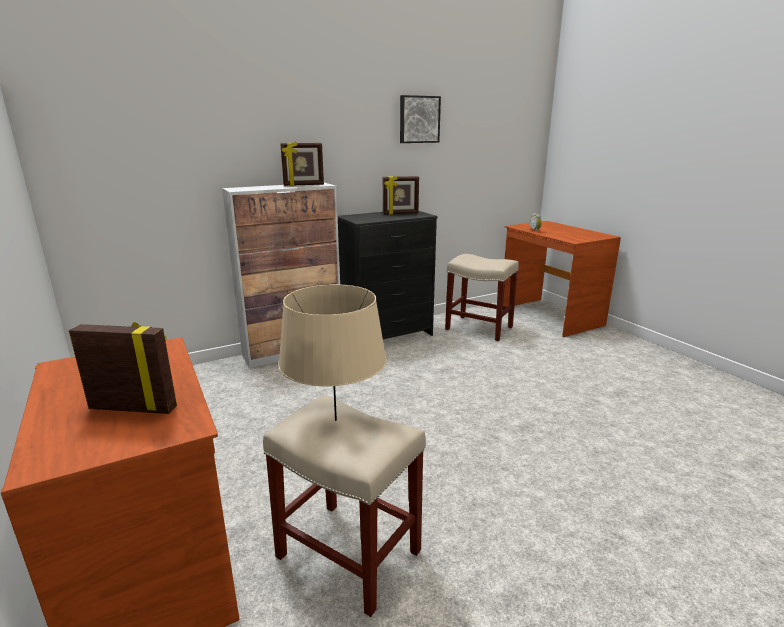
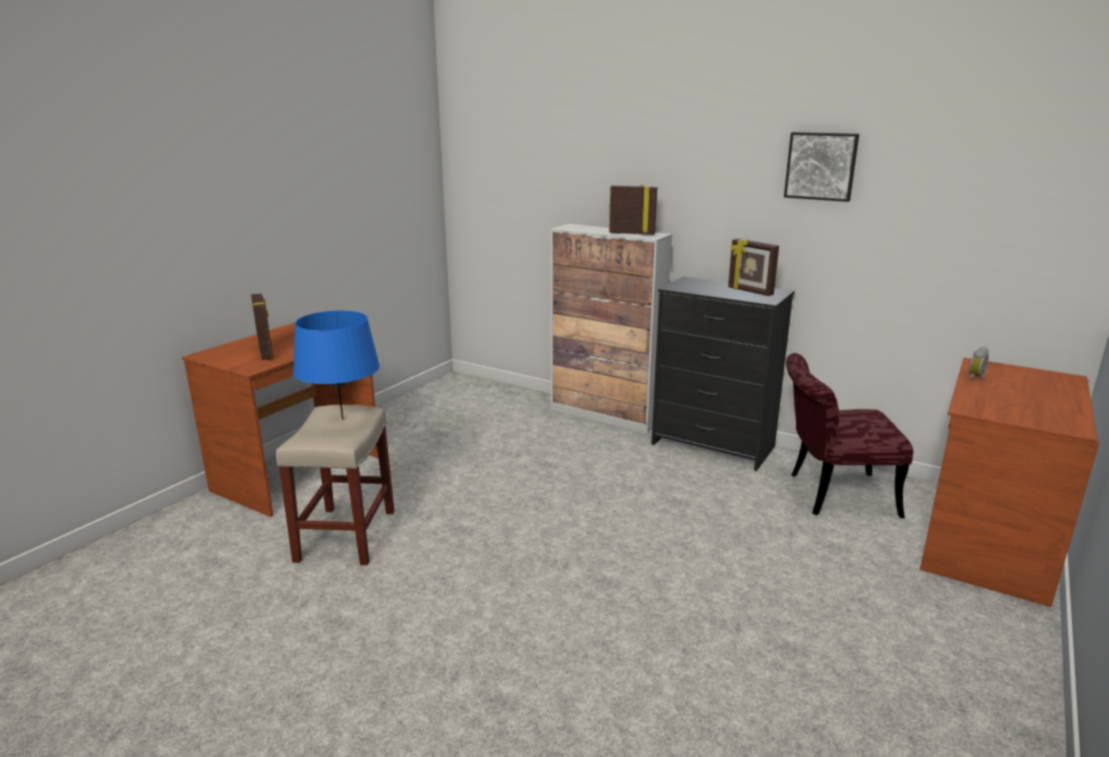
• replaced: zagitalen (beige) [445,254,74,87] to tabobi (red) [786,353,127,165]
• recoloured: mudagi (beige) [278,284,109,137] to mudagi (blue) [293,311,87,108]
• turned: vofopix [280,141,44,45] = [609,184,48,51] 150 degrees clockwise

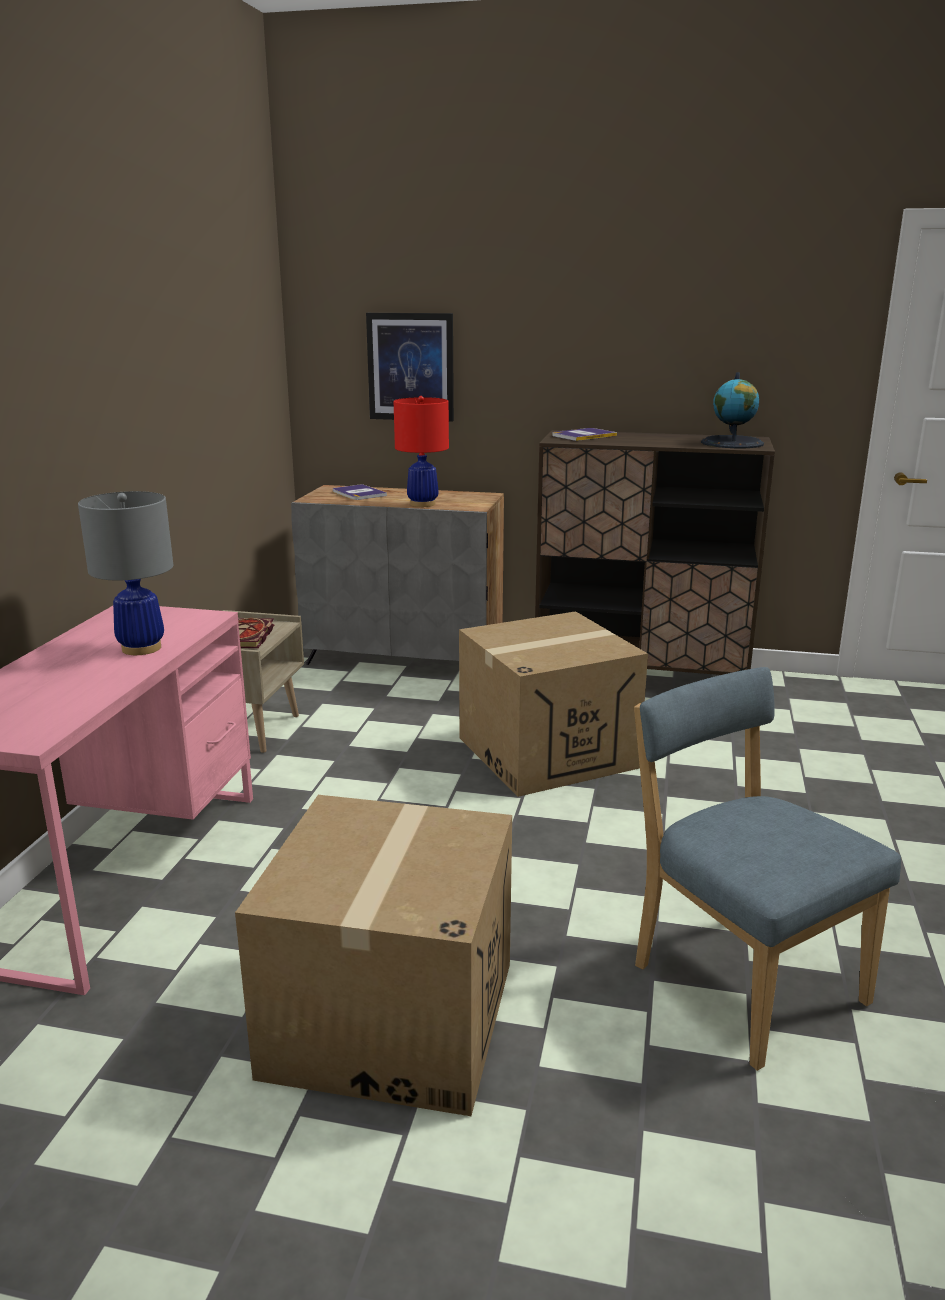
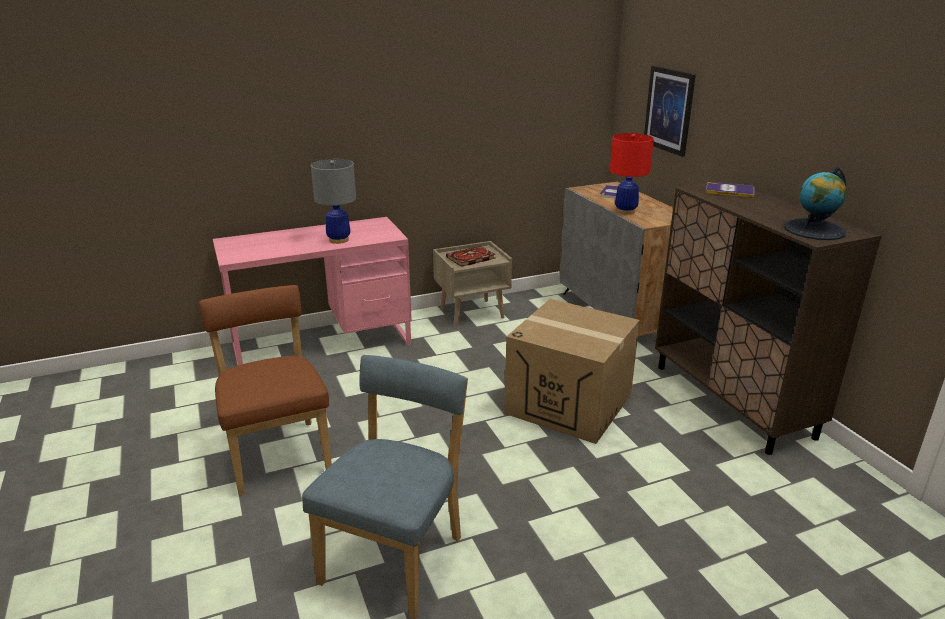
• replaced: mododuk [235,795,277,321] to tabobi (brown) [199,285,133,211]

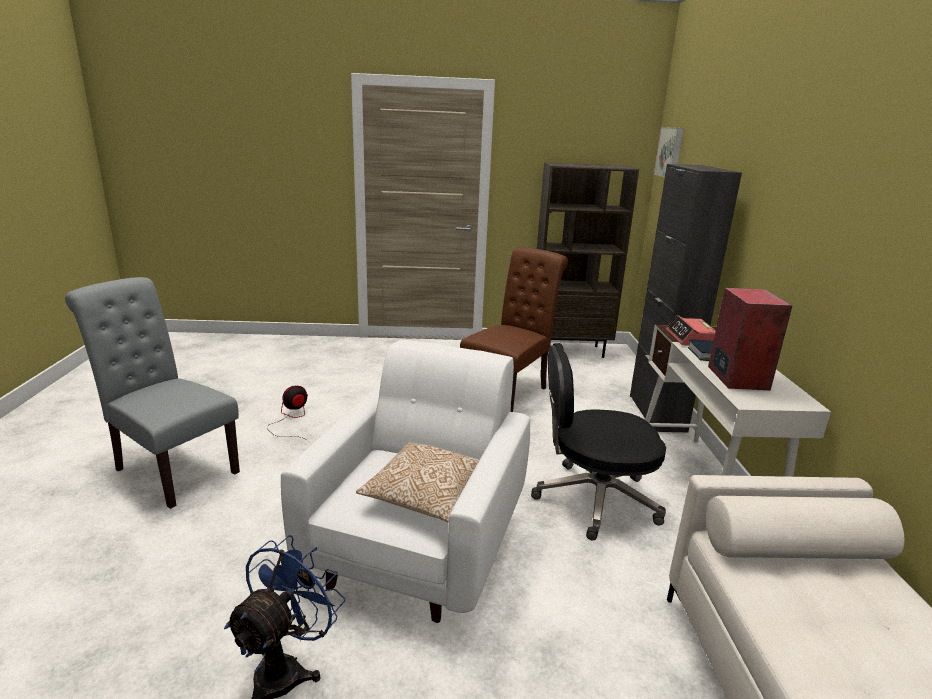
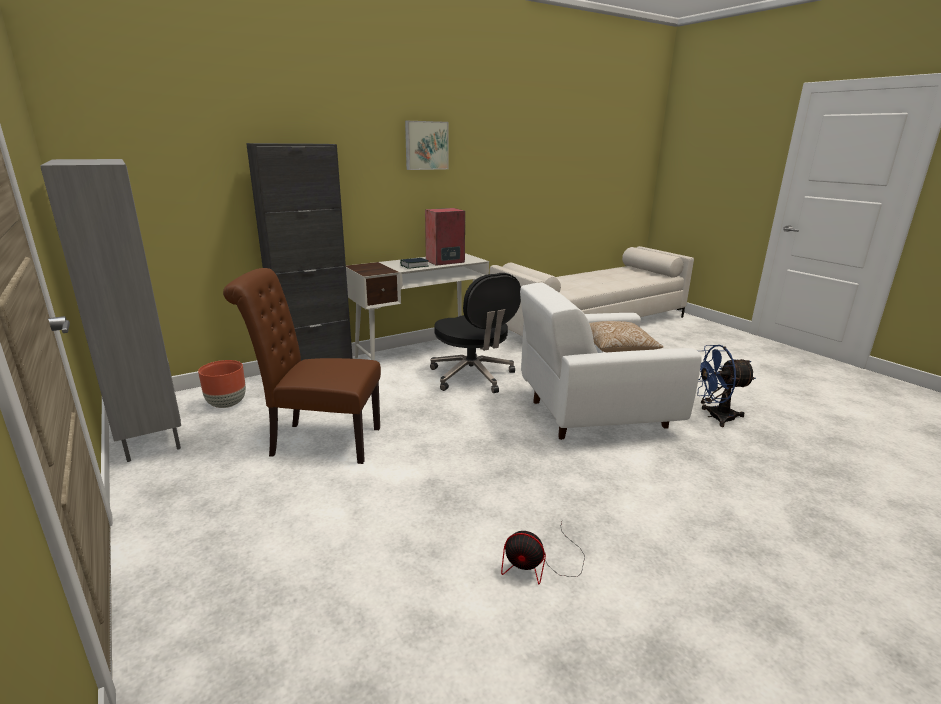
• removed: tabobi (grey) [65,277,175,232]
• removed: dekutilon [666,315,50,30]
• added: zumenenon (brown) [198,360,48,48]
• moved: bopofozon [654,127,30,50] to [405,121,44,49]
• recoloured: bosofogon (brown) [537,162,102,196] to bosofogon (grey) [40,159,141,303]

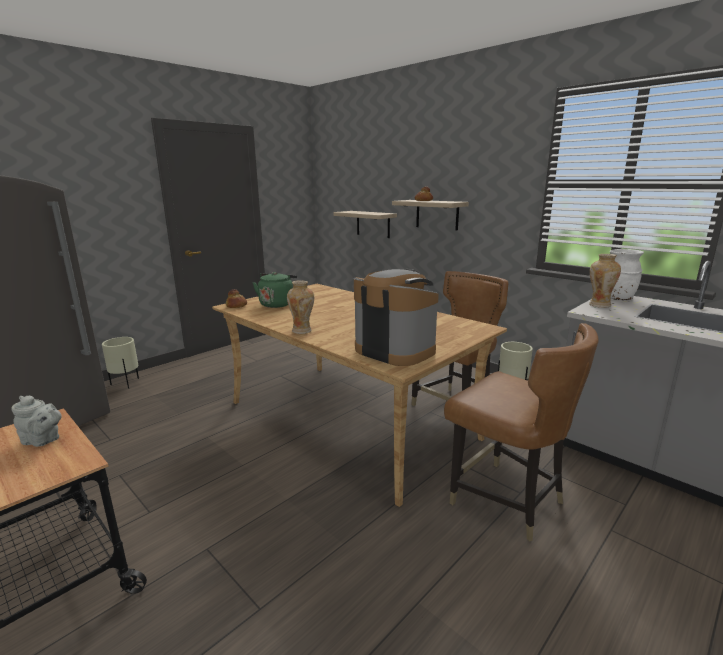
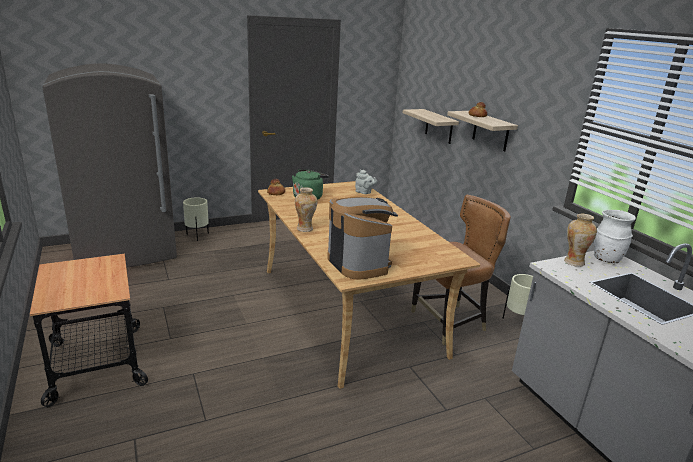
• removed: tabobi (brown) [444,323,155,219]
• moved: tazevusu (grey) [12,396,50,51] to [355,169,22,25]

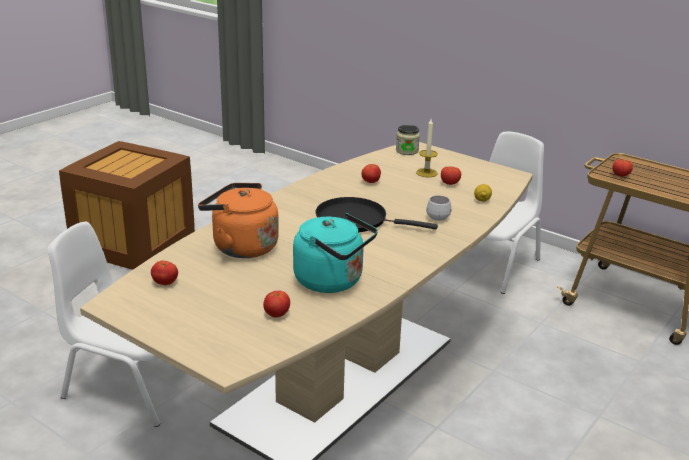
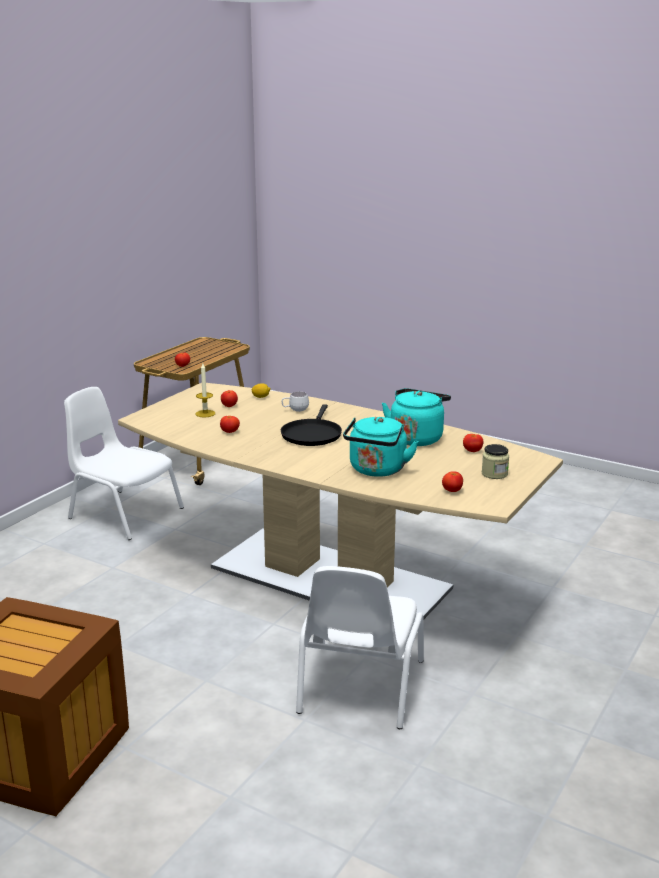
• moved: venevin [396,125,24,30] to [482,444,27,35]
• recoloured: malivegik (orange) [198,183,81,75] to malivegik (turquoise) [343,417,76,60]

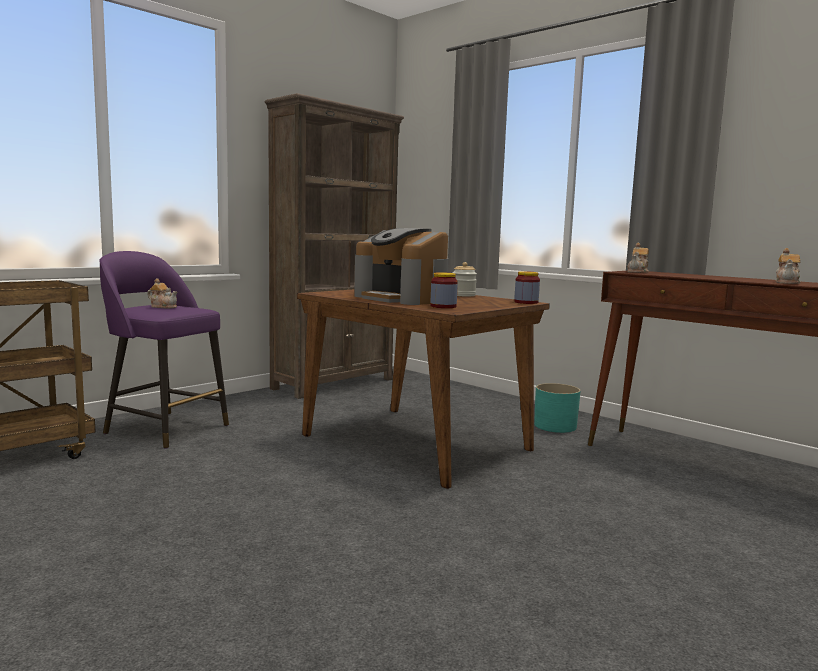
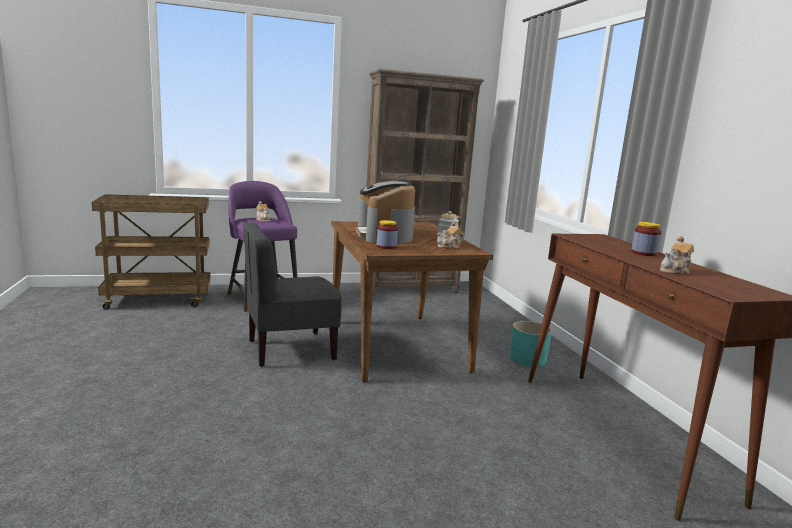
• added: tabobi (grey) [243,222,99,145]
• moved: venevin [514,271,26,33] to [631,222,30,34]
• moved: tazevusu [627,243,22,30] to [437,222,27,27]

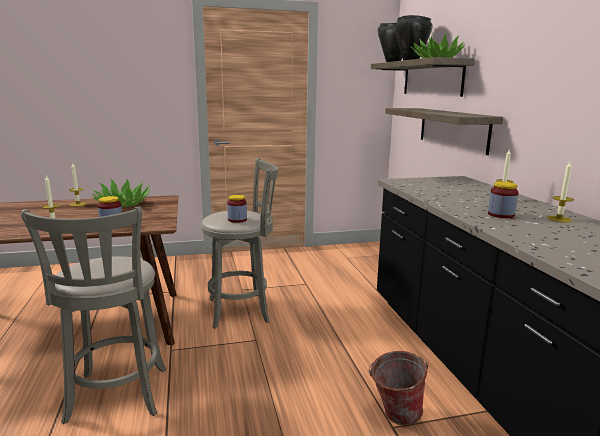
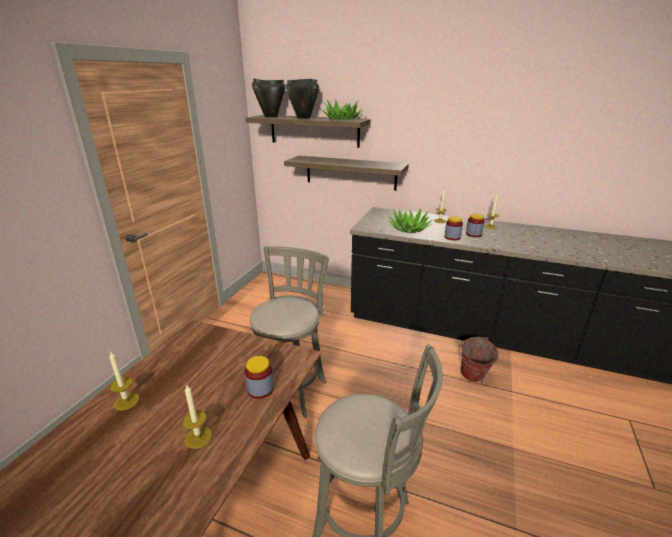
• moved: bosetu [91,179,59,28] to [387,208,46,25]
• moved: venevin [227,195,20,28] to [445,216,18,25]

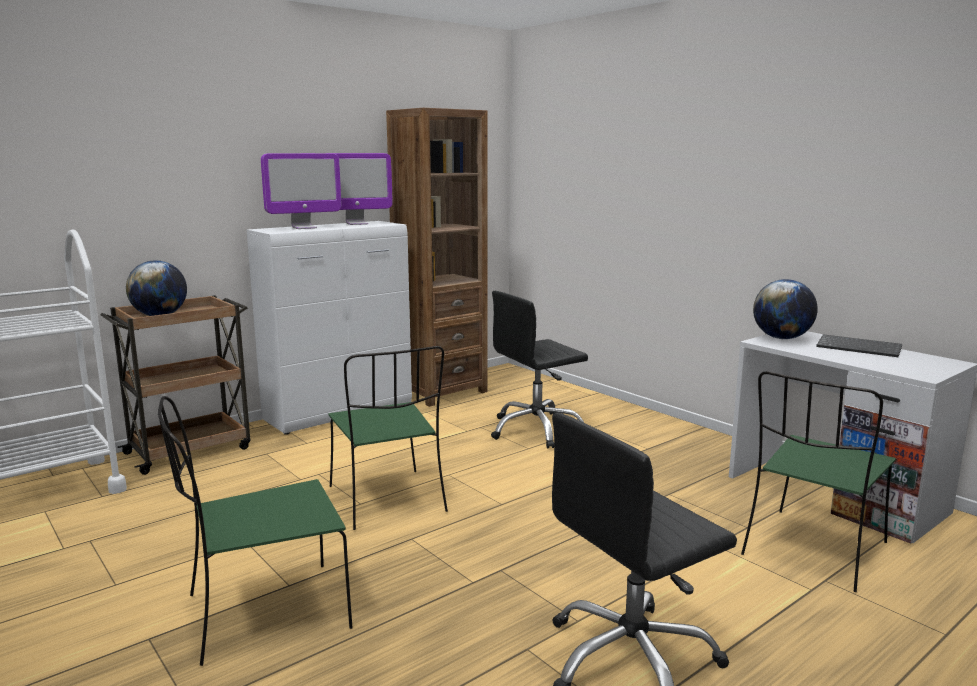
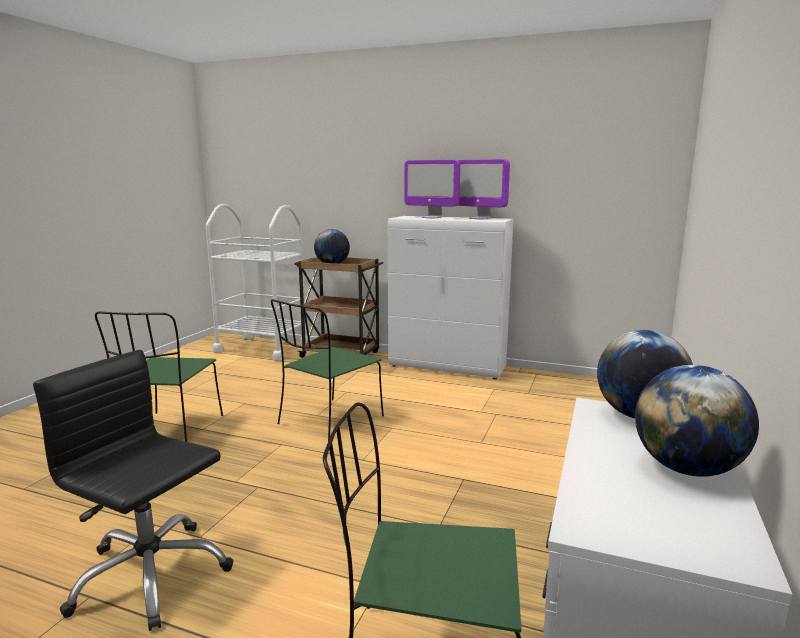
• removed: bosofogon (brown) [386,108,102,299]
• removed: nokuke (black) [491,291,97,157]
• replaced: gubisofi [816,334,86,23] to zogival [635,365,124,112]
• turned: tabobi (green) [158,396,195,270] = [95,312,128,130] 120 degrees counterclockwise

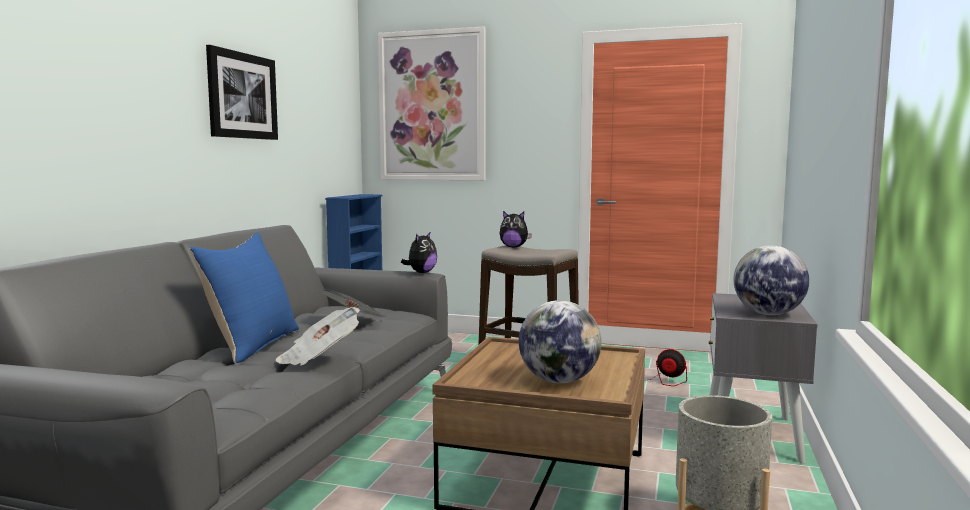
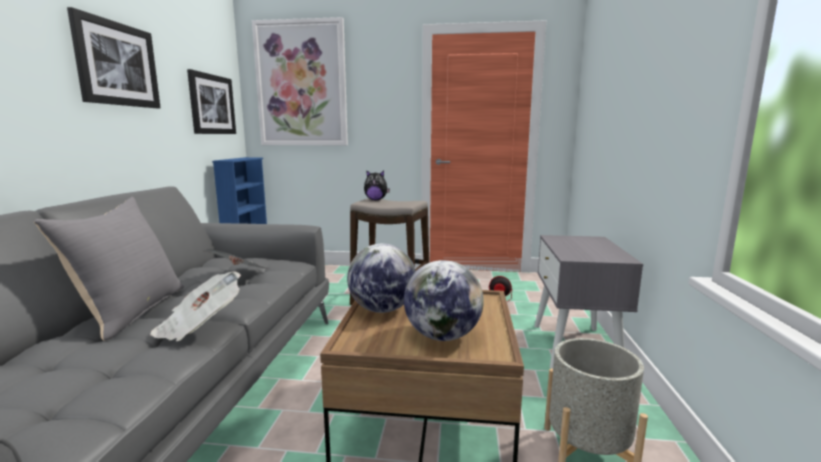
• removed: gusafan [401,231,36,42]
• added: bopofozon [187,69,49,65]
• moved: zogival [734,245,75,70] to [347,244,69,69]
• recoloured: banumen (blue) [190,232,109,131] to banumen (grey) [34,197,150,144]

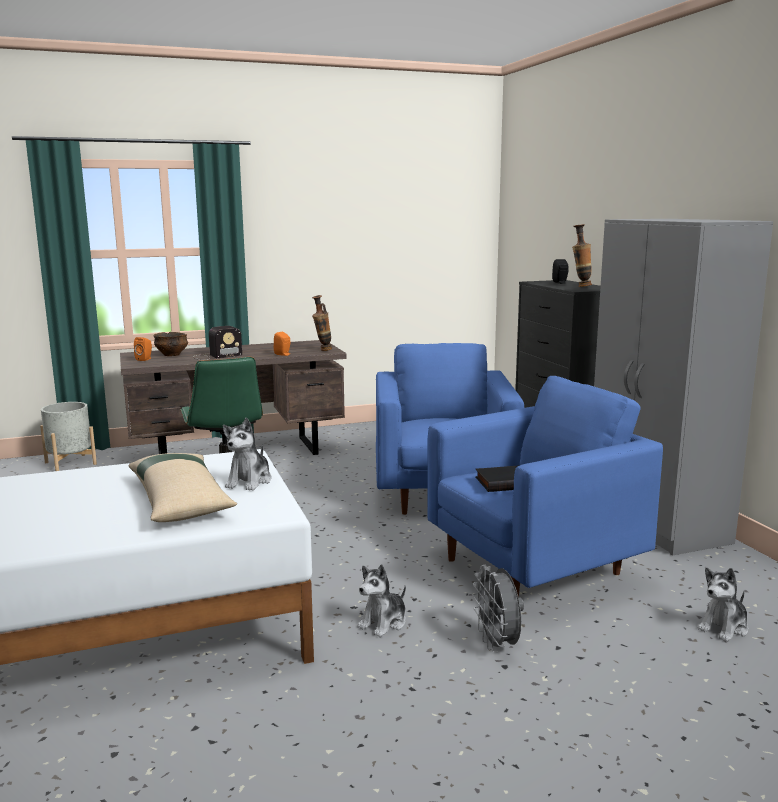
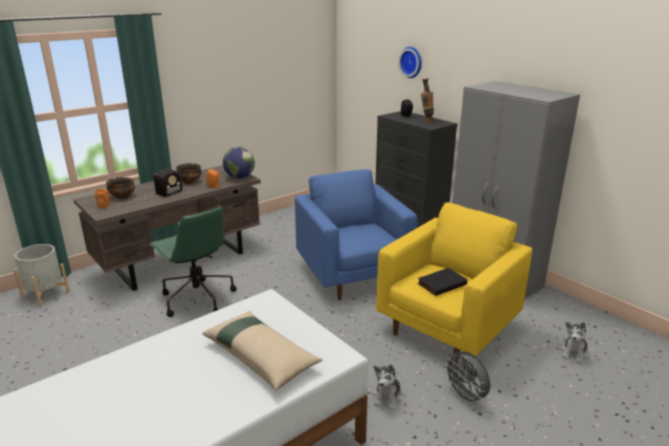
• removed: gusafan [223,418,49,73]
• added: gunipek [176,163,26,21]
• added: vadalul [398,47,24,31]
• replaced: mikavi [312,295,20,56] to zogival [223,147,32,32]
• recoloured: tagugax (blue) [427,376,236,222] to tagugax (yellow) [376,202,156,162]

